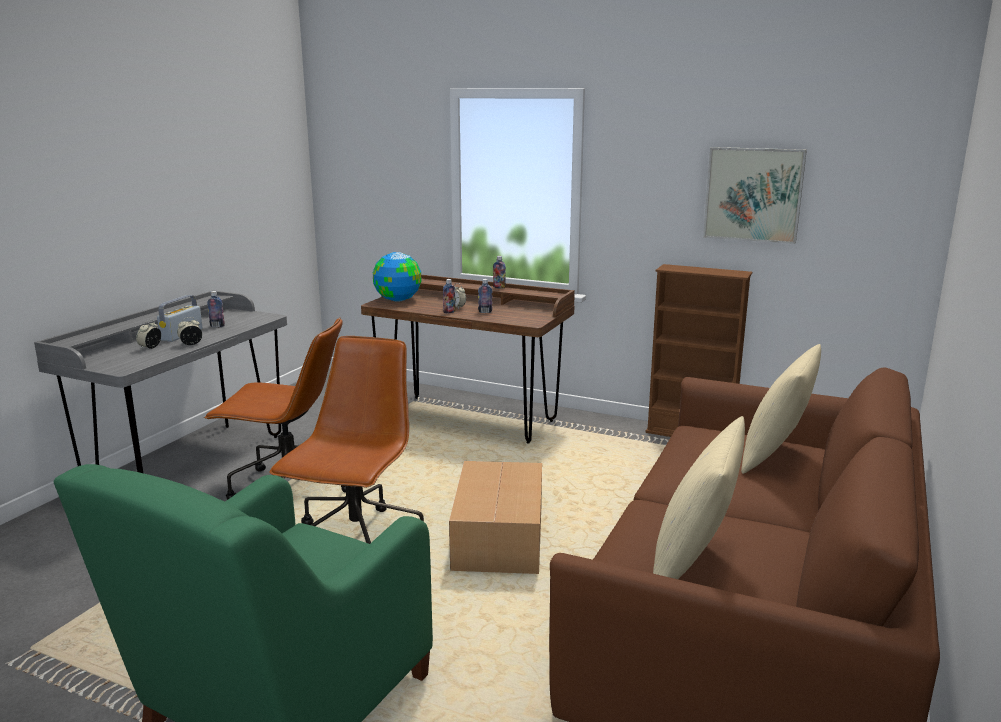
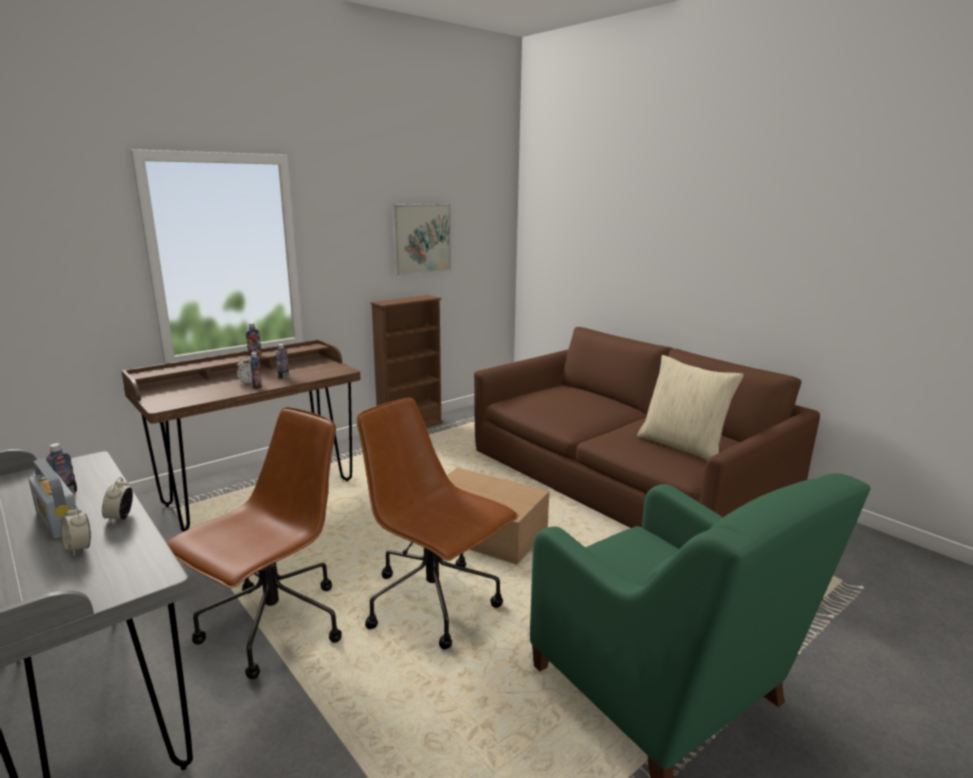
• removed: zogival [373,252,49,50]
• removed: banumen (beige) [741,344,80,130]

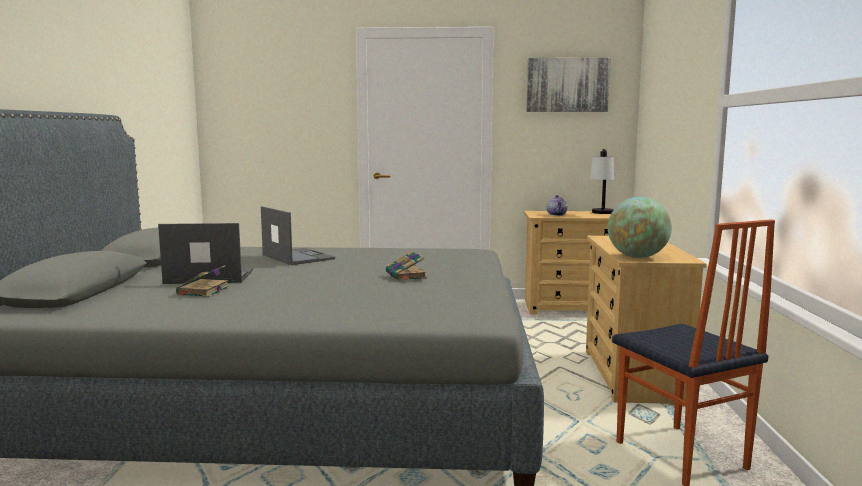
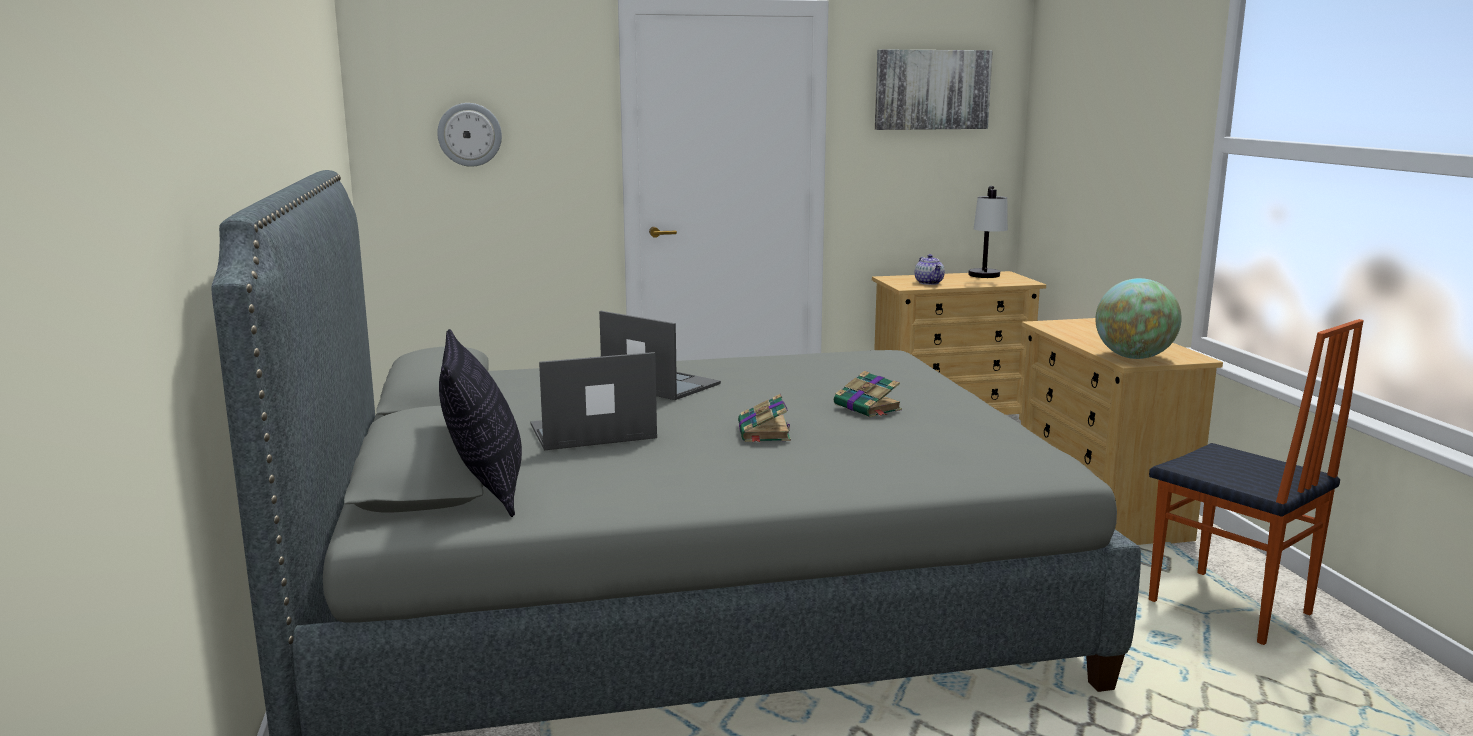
• added: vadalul [437,103,65,64]
• added: banumen [439,329,83,188]
• moved: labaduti [176,265,54,32] to [738,394,53,48]

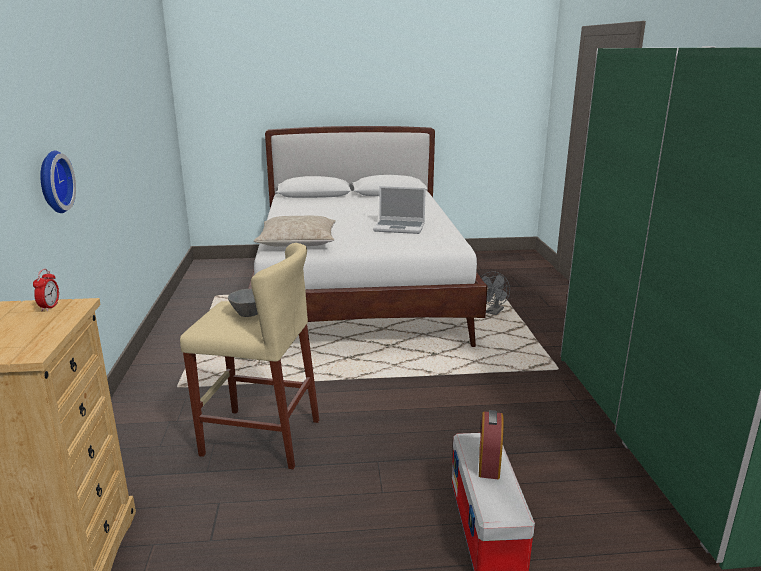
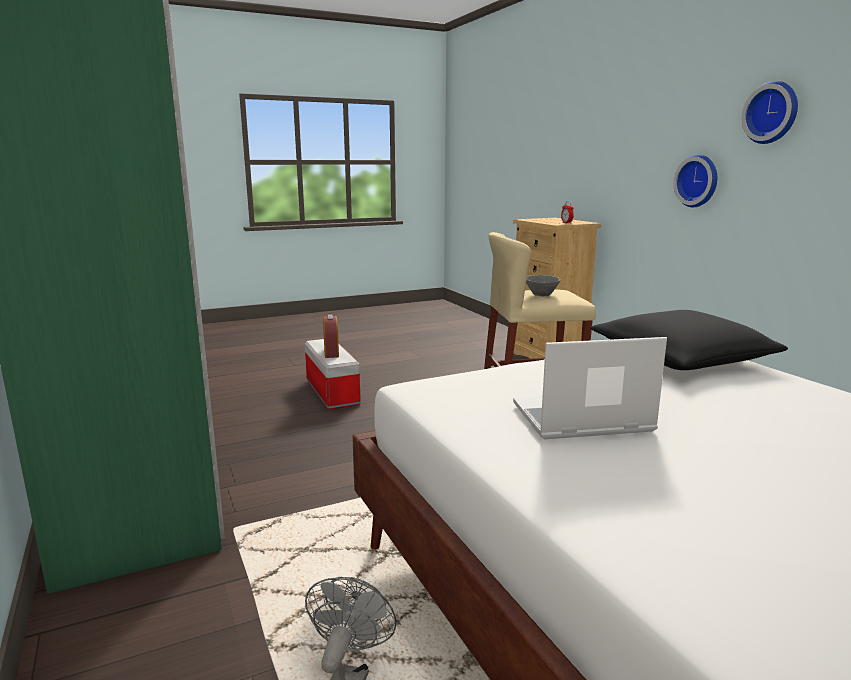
• added: vadalul [742,81,56,63]
• recoloured: banumen (beige) [254,216,82,31] to banumen (black) [590,310,198,60]

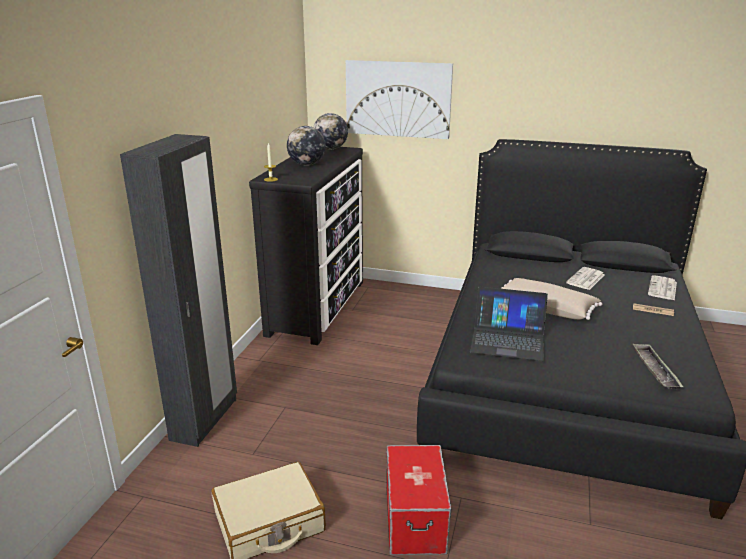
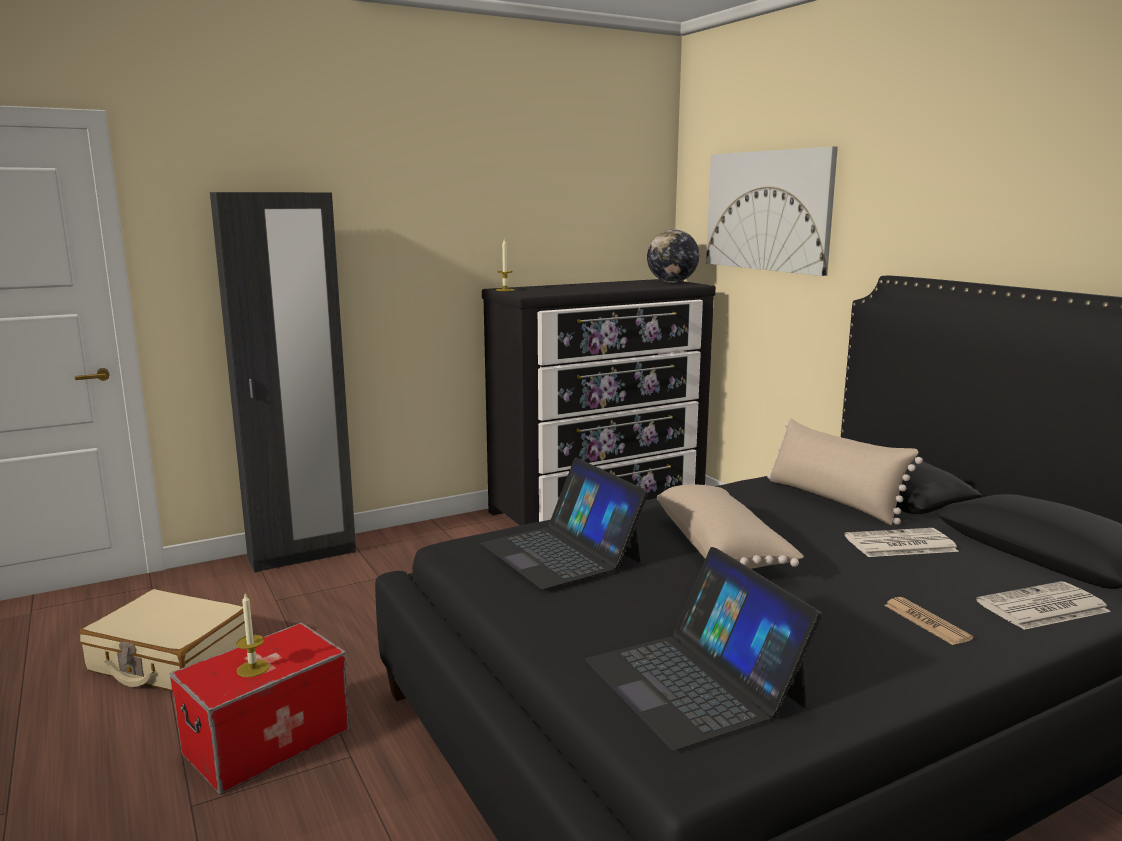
• removed: zogival [287,126,39,40]
• added: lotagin [236,594,33,83]
• added: banumen (beige) [767,419,156,106]
• replaced: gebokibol [632,344,51,45] to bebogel [585,547,237,203]

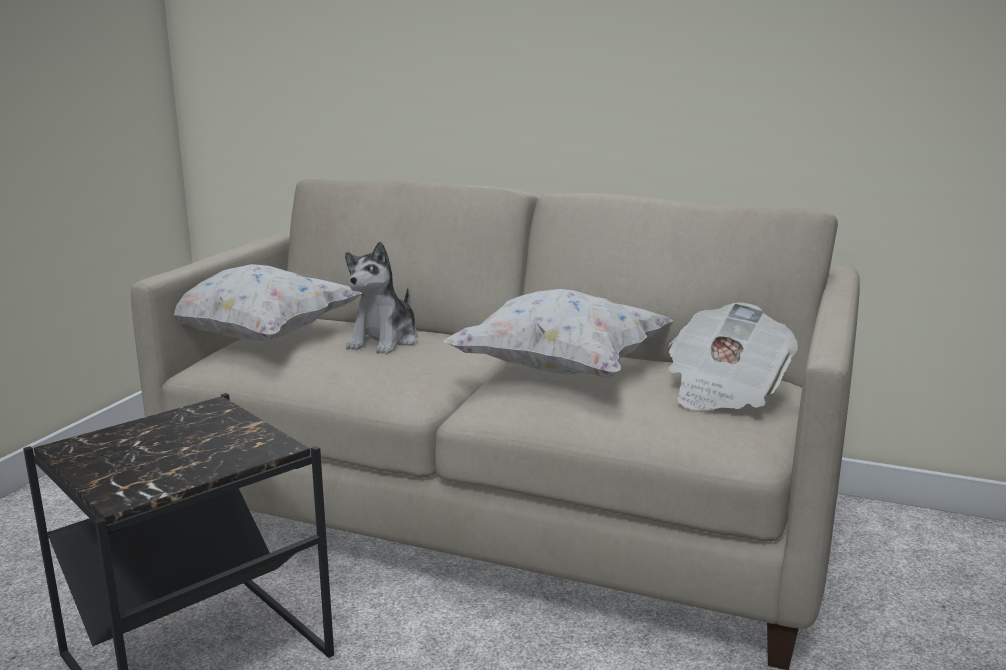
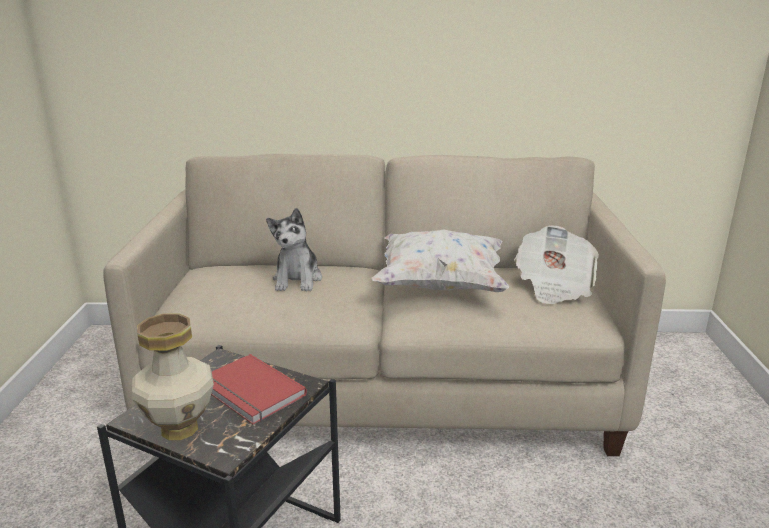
• removed: banumen (white) [174,264,188,76]
• added: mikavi [132,313,82,127]
• added: labaduti (red) [211,354,96,71]

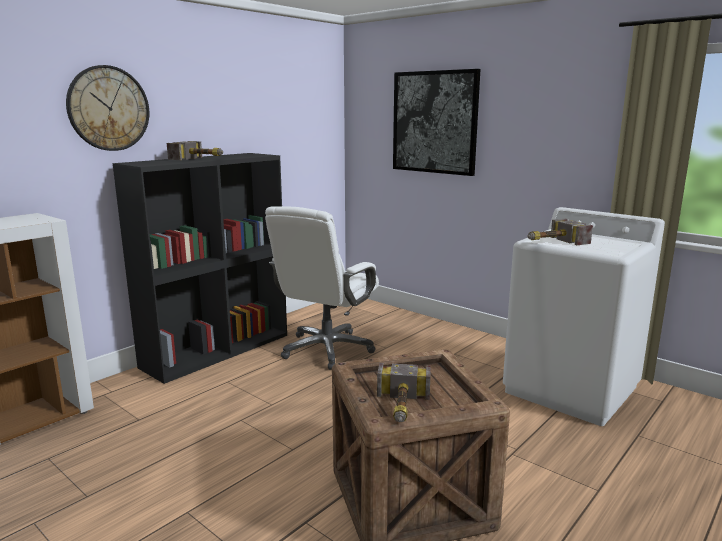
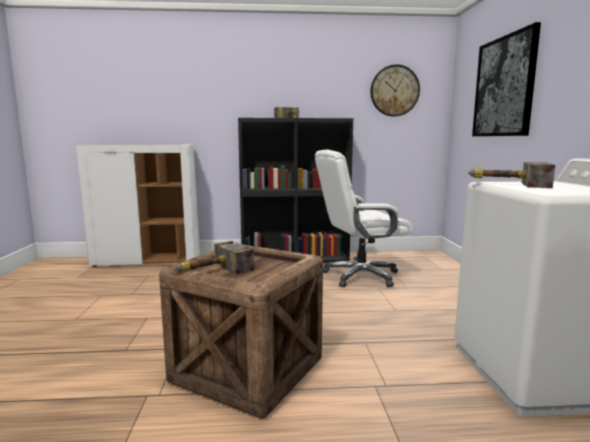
• moved: vadalul [66,65,83,86] to [370,64,50,53]

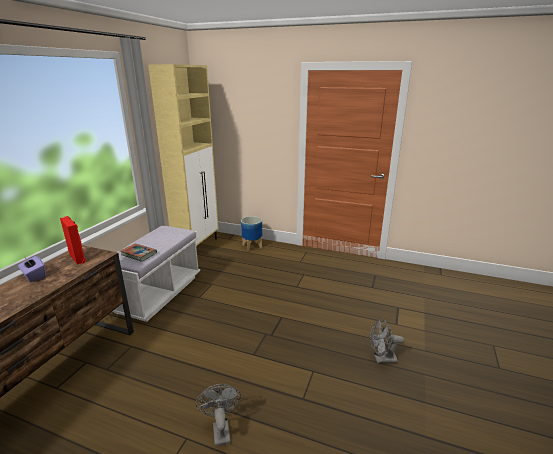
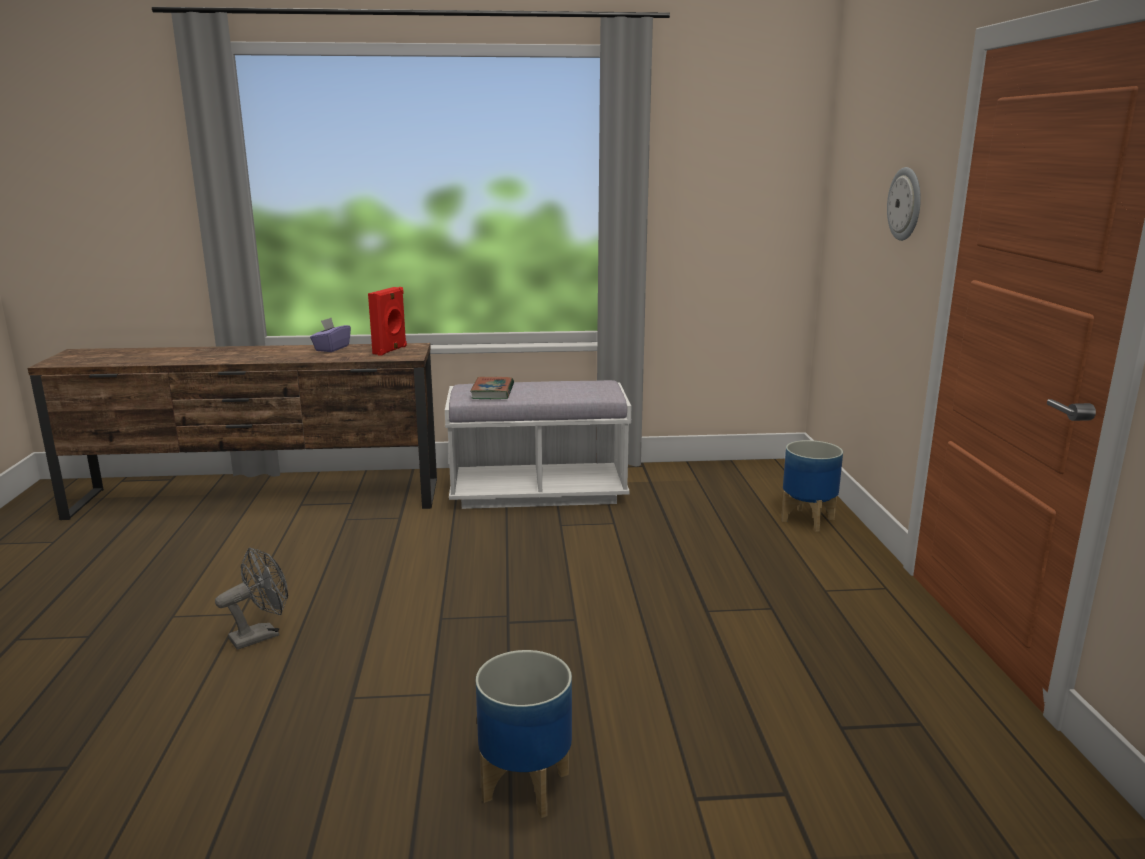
• removed: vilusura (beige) [148,64,71,182]
• added: vadalul [887,167,34,74]
• replaced: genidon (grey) [370,318,34,45] to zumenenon [476,650,96,168]

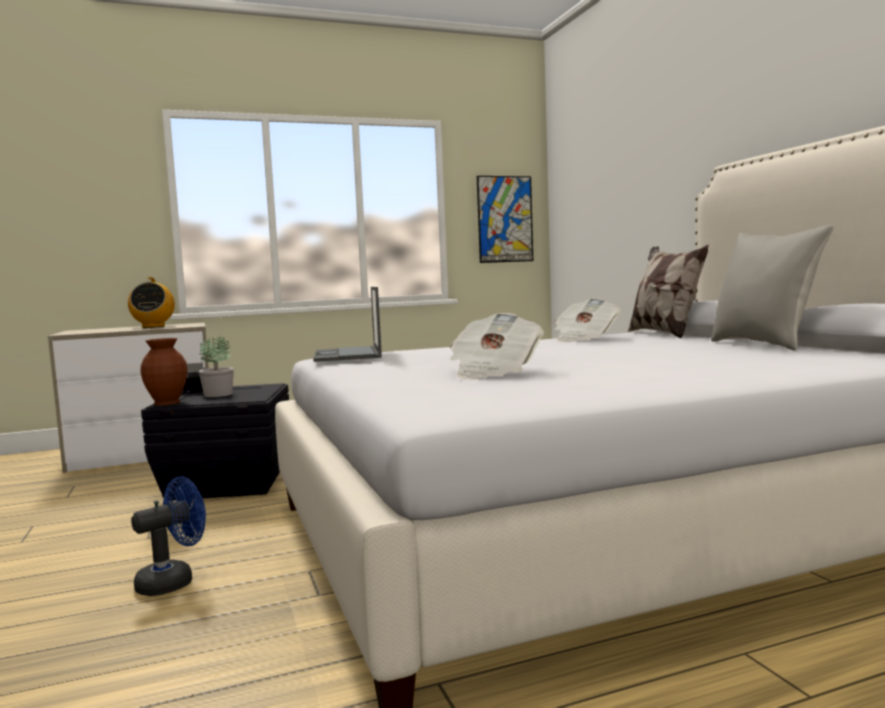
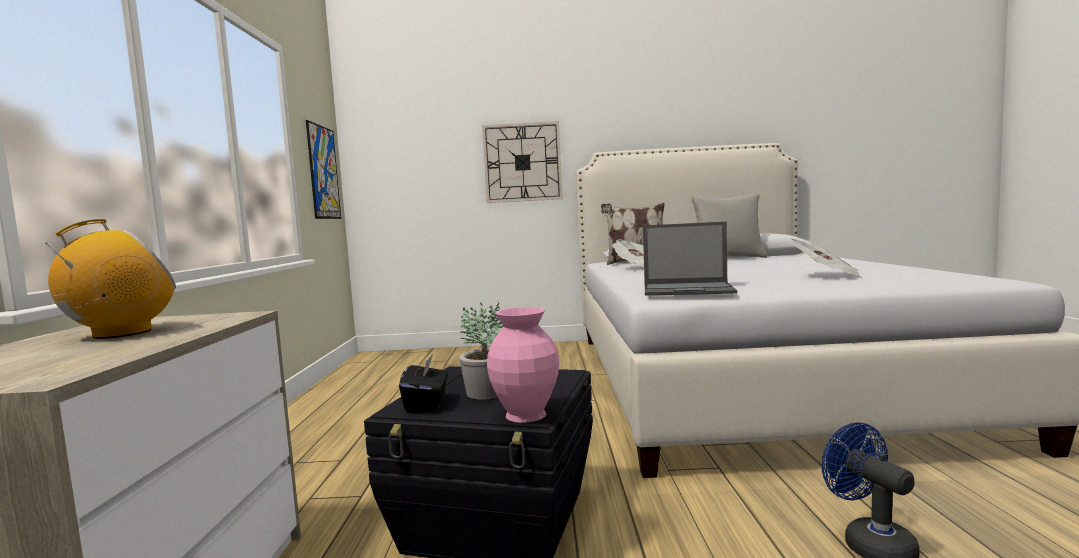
• added: vadalul [482,121,81,82]
• recoloured: mikavi (brown) [141,338,47,67] to mikavi (pink) [487,307,72,116]
• turned: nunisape [128,277,47,51] = [45,219,131,120] 60 degrees counterclockwise

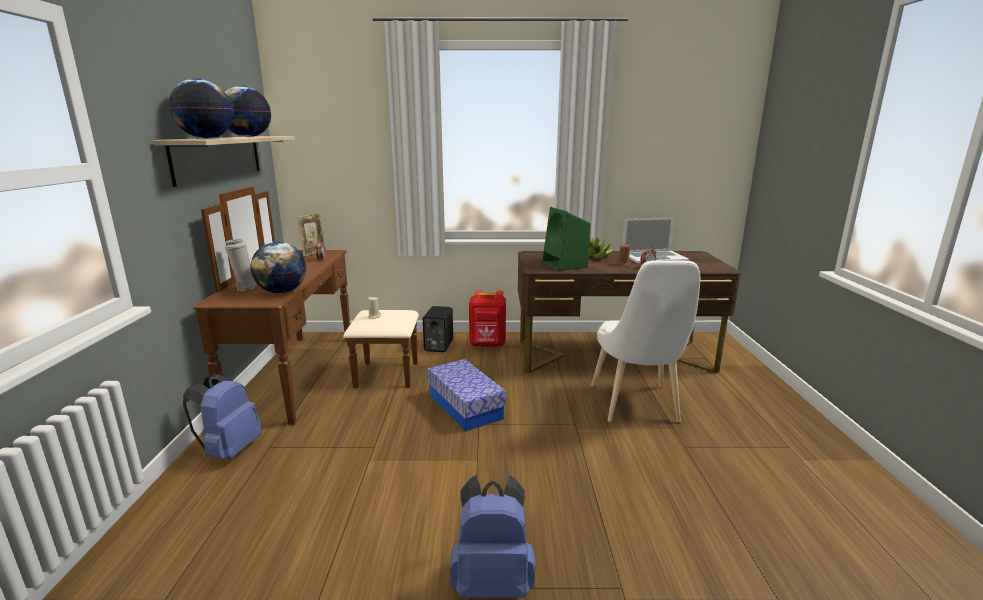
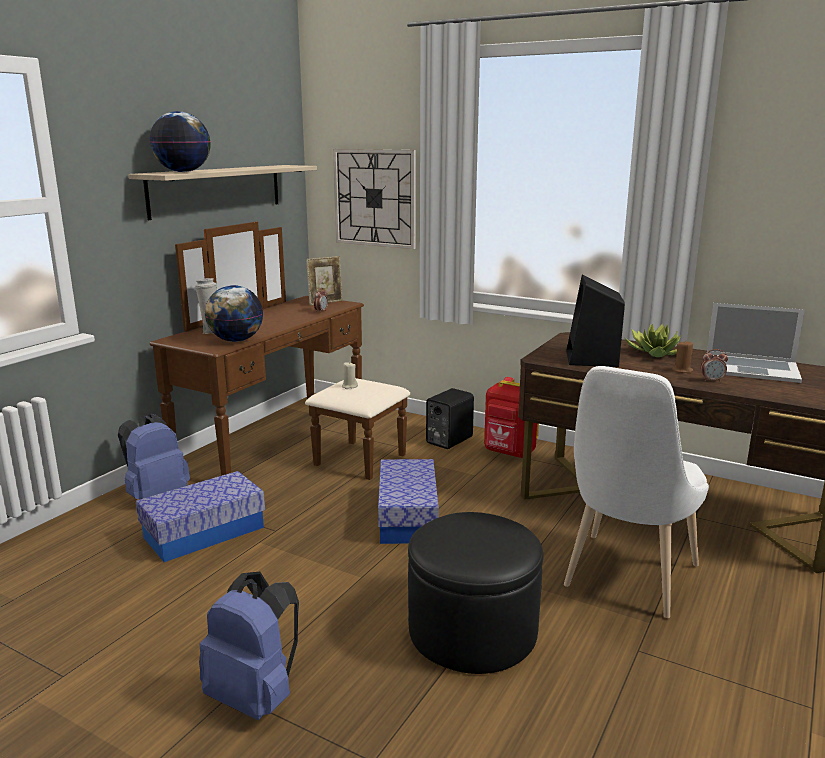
• removed: zogival [225,86,46,51]
• added: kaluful [136,471,129,91]
• added: vadalul [333,149,83,100]
• added: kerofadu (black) [408,512,135,162]
• recoloured: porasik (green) [542,207,49,64] to porasik (black) [566,275,59,92]

